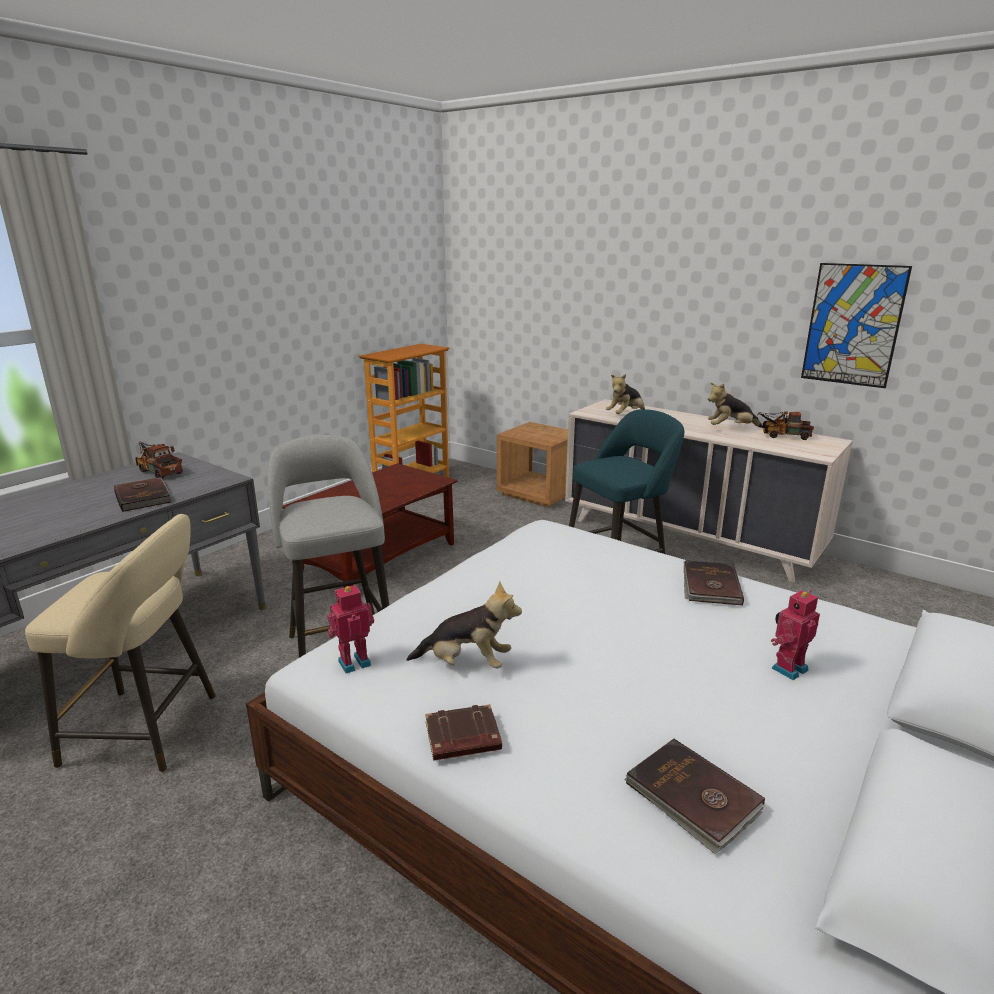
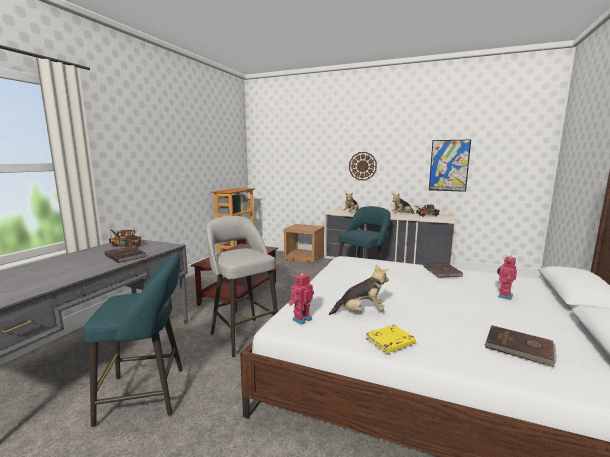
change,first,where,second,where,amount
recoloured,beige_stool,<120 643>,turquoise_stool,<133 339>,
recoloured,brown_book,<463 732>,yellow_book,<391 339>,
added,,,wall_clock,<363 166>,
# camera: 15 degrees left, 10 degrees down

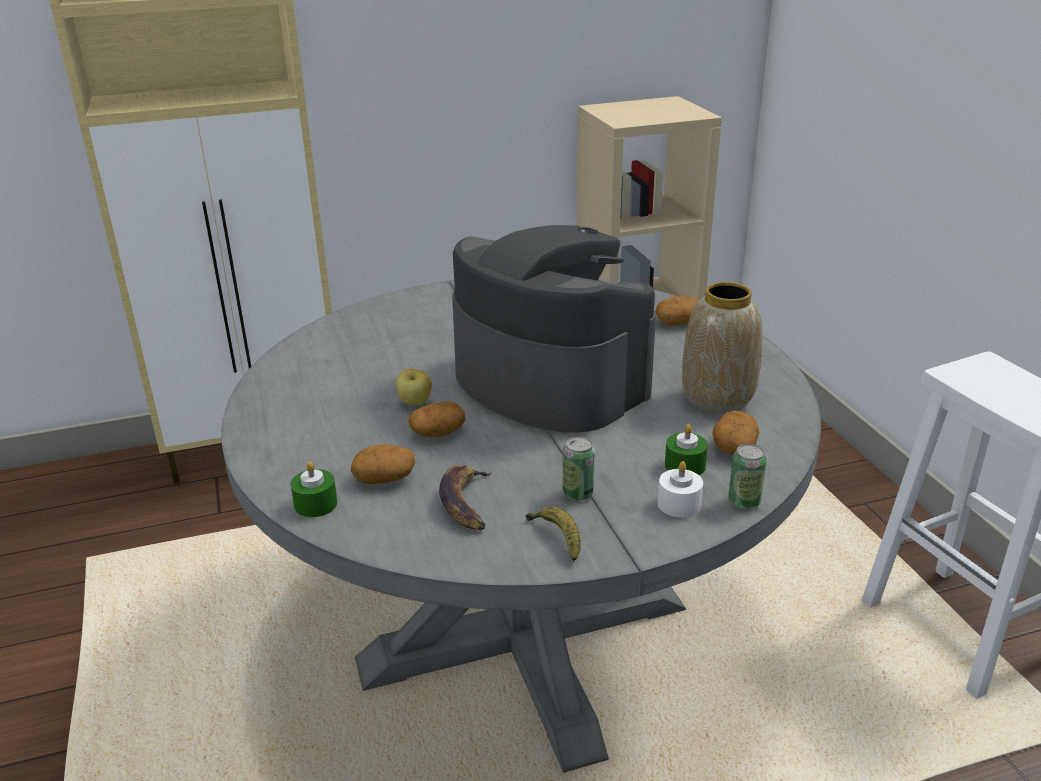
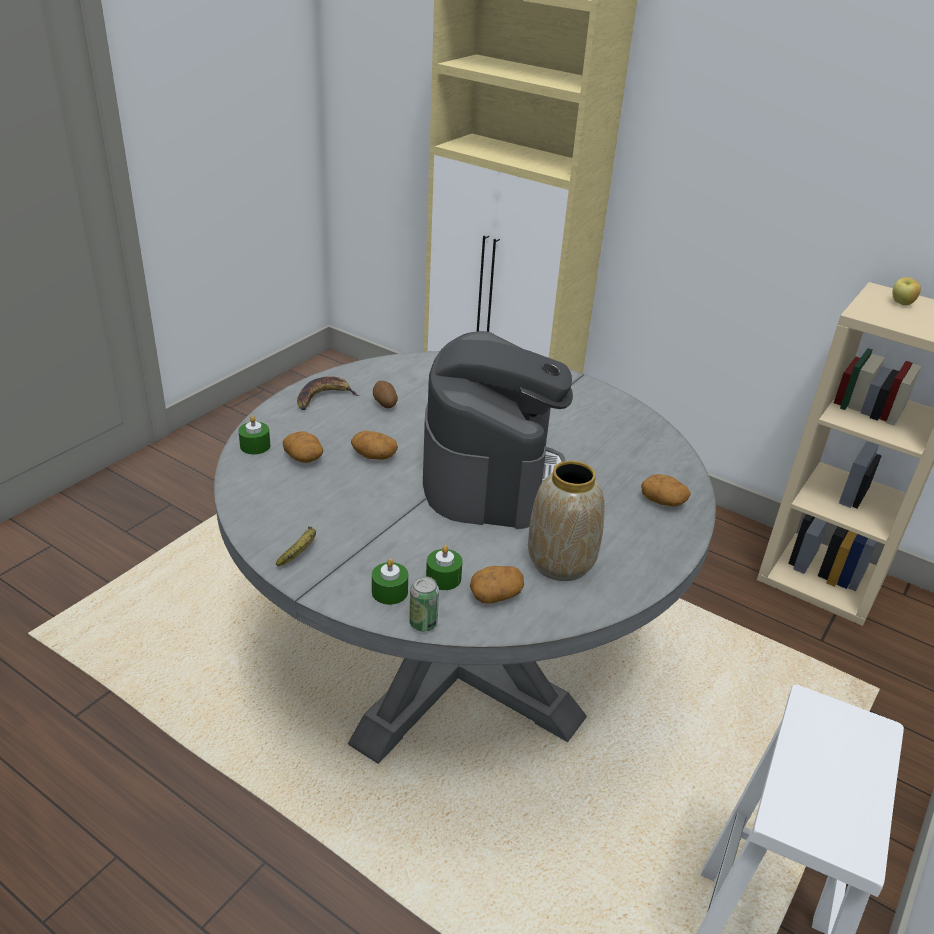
change,first,where,second,where,amount
moved,apple,<414 386>,,<906 291>,
moved,banana,<465 497>,,<328 393>,
removed,can,<578 468>,,,
recoloured,white_candle,<680 489>,green_candle,<390 582>,
added,,,potato,<385 394>,
# camera: 50 degrees right, 5 degrees up

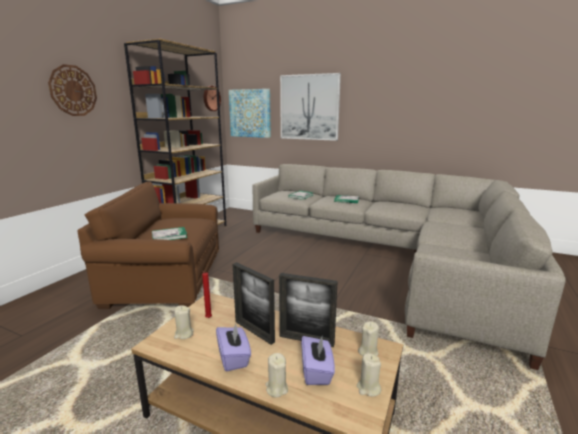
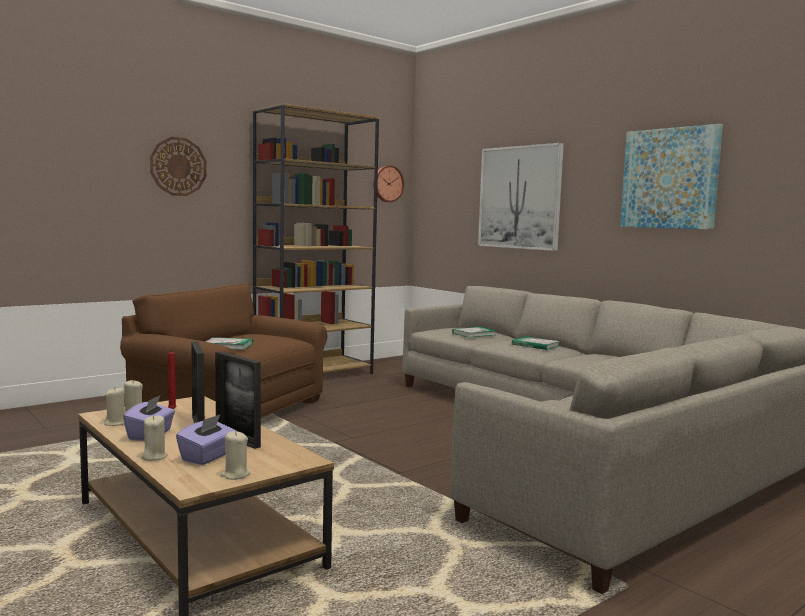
change,first,where,second,where,amount
moved,picture,<250 113>,,<671 177>,
moved,beige_candle,<368 338>,,<114 407>,
# camera: 25 degrees right, 10 degrees down

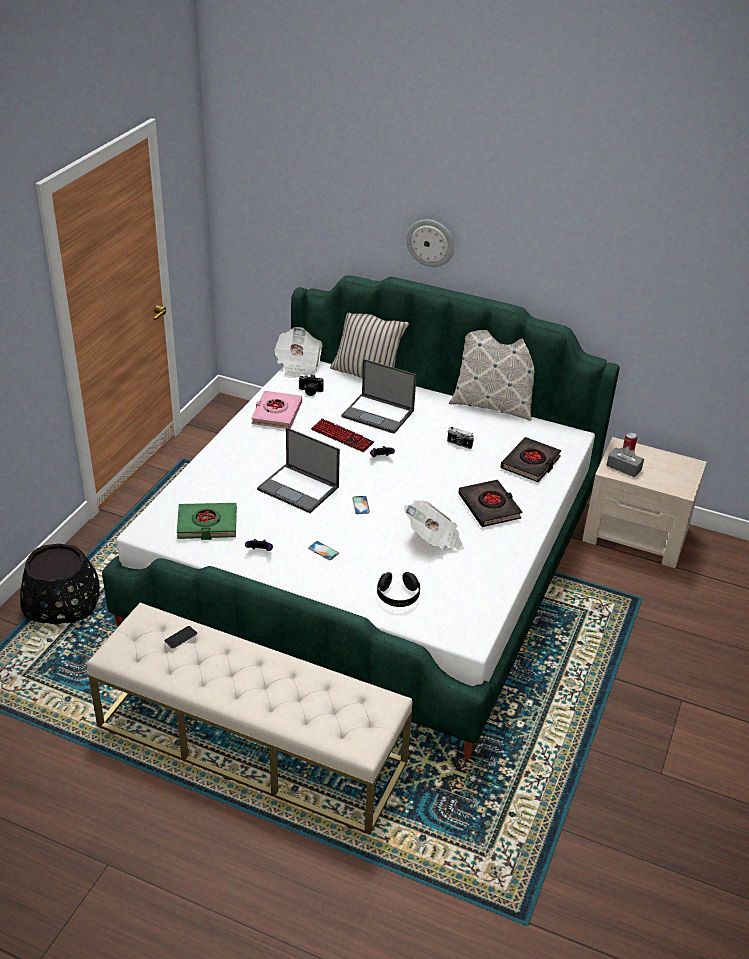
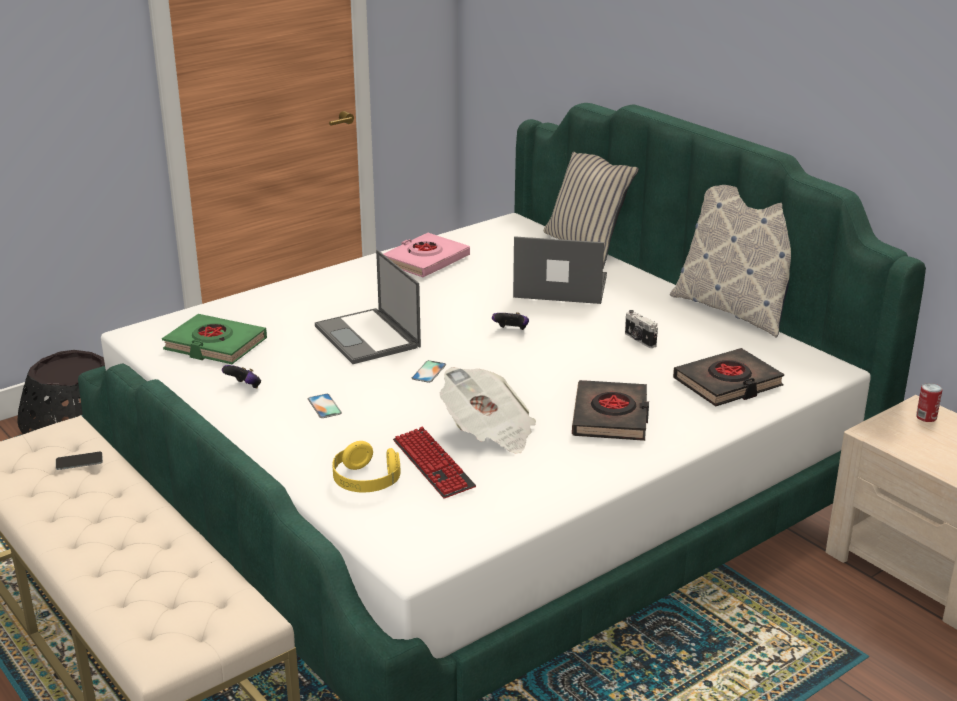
change,first,where,second,where,amount
removed,newspaper,<298 352>,,,
removed,photo_camera,<311 385>,,,
moved,keyboard,<342 435>,,<434 462>,
turned,laptop,<379 396>,,<560 270>,135 degrees clockwise
recoloured,black_headphones,<398 589>,yellow_headphones,<366 466>,
removed,wall_clock,<430 243>,,,
removed,grey_tissue_box,<625 461>,,,
# camera: 30 degrees right, 10 degrees down

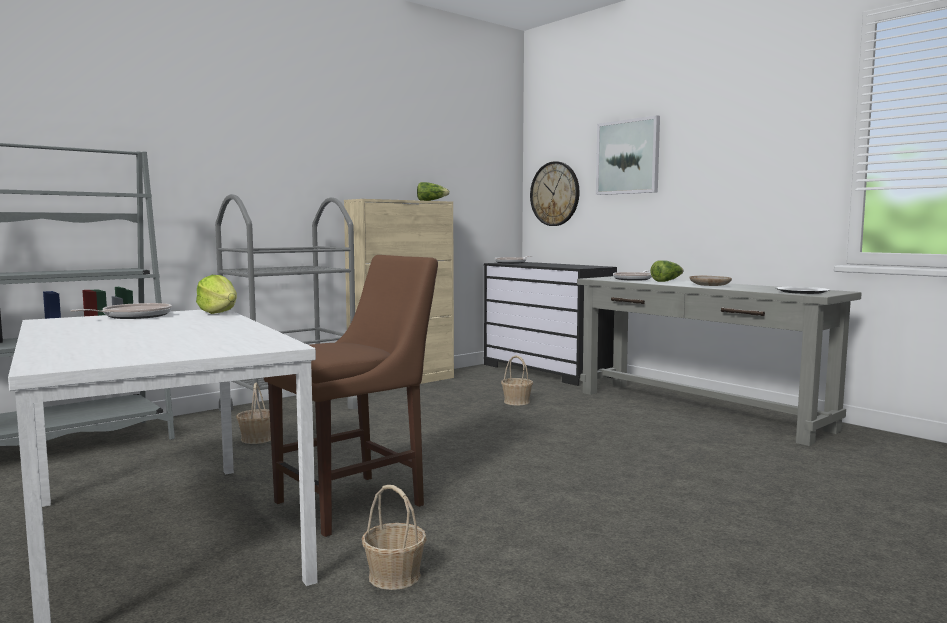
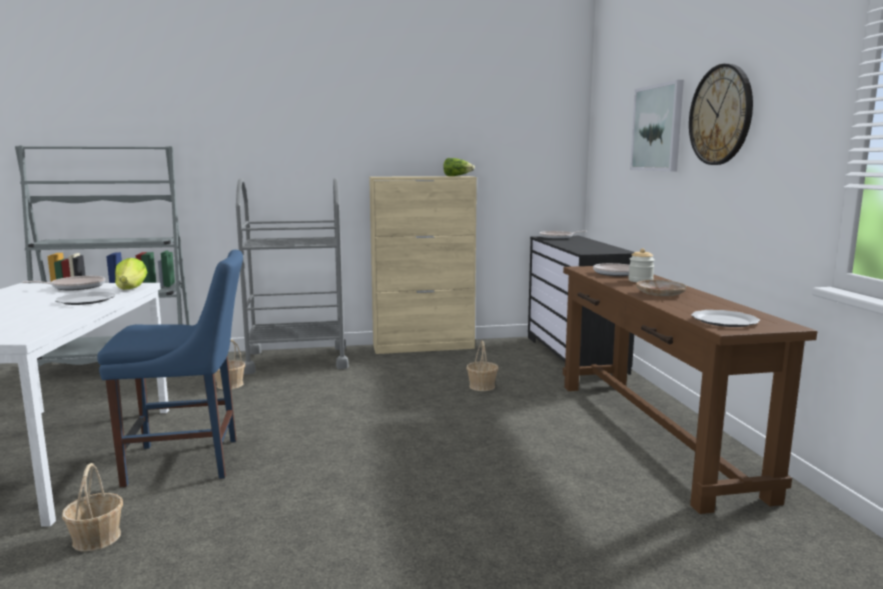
change,first,where,second,where,amount
recoloured,brown_chair,<351 396>,blue_chair,<170 368>,
moved,wall_clock,<554 193>,,<721 114>,
recoloured,grey_console_table,<719 361>,brown_console_table,<690 390>,
replaced,lettuce,<667 271>,jar,<641 265>,
added,,,plate,<85 298>,
# camera: 30 degrees right, 5 degrees up

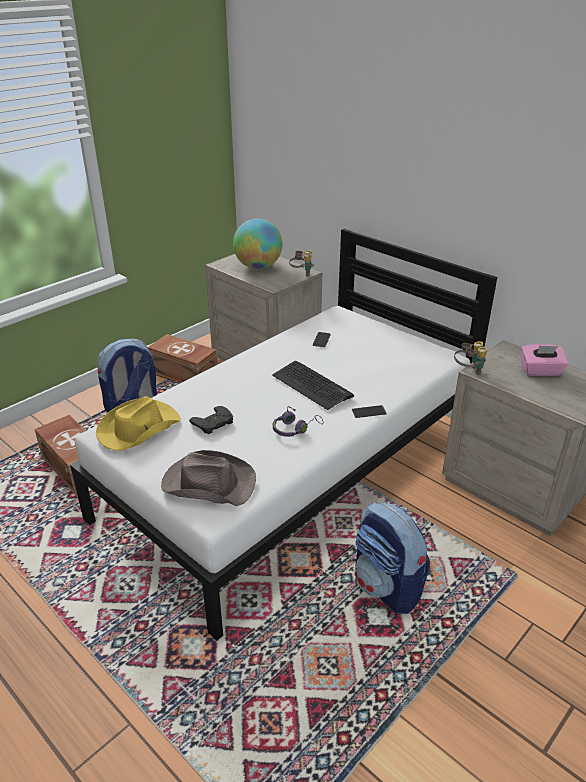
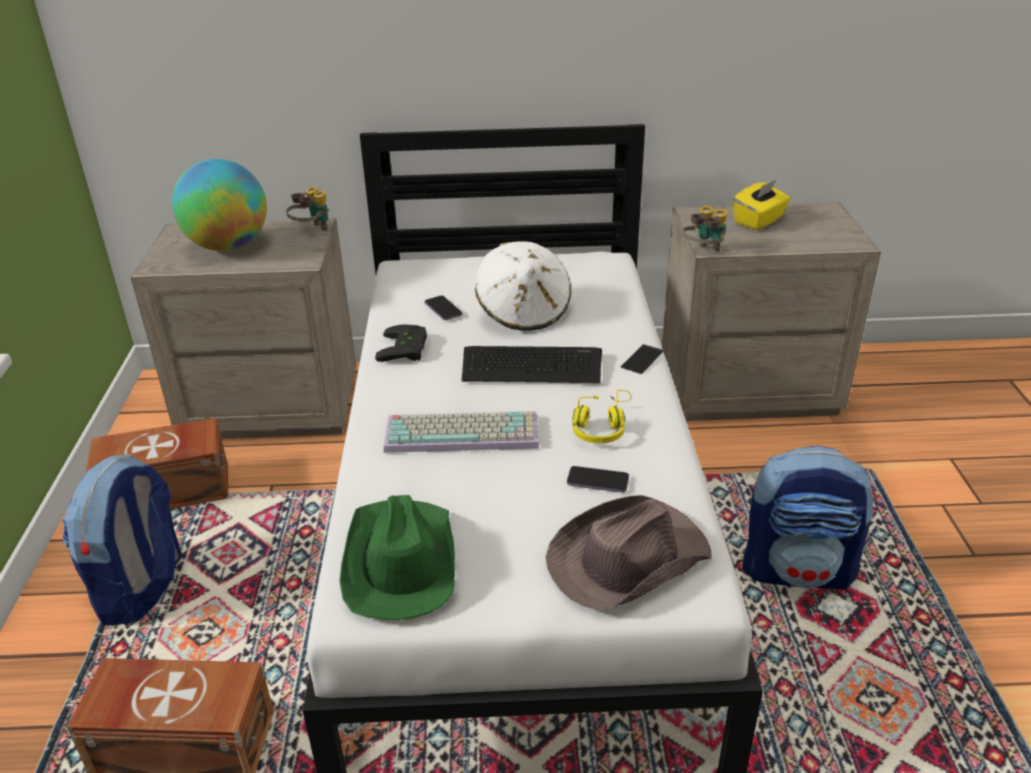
change,first,where,second,where,amount
recoloured,yellow_hat,<138 423>,green_hat,<397 557>,
moved,black_game_controller,<211 420>,,<401 343>,
recoloured,purple_headphones,<298 421>,yellow_headphones,<602 416>,
recoloured,pink_tissue_box,<544 360>,yellow_tissue_box,<761 205>,
added,,,keyboard,<461 432>,
added,,,white_hat,<523 286>,
added,,,phone,<598 479>,
# camera: 45 degrees left, 0 degrees up

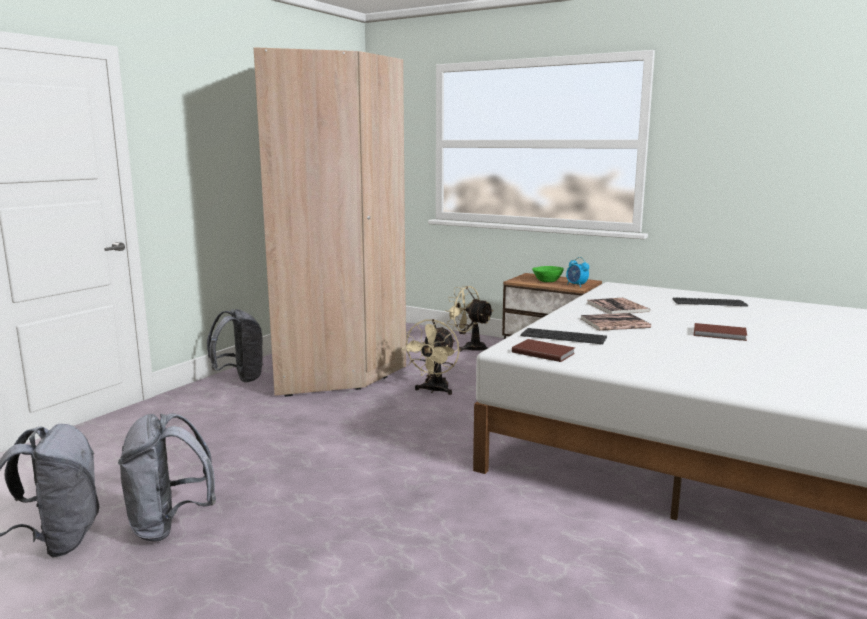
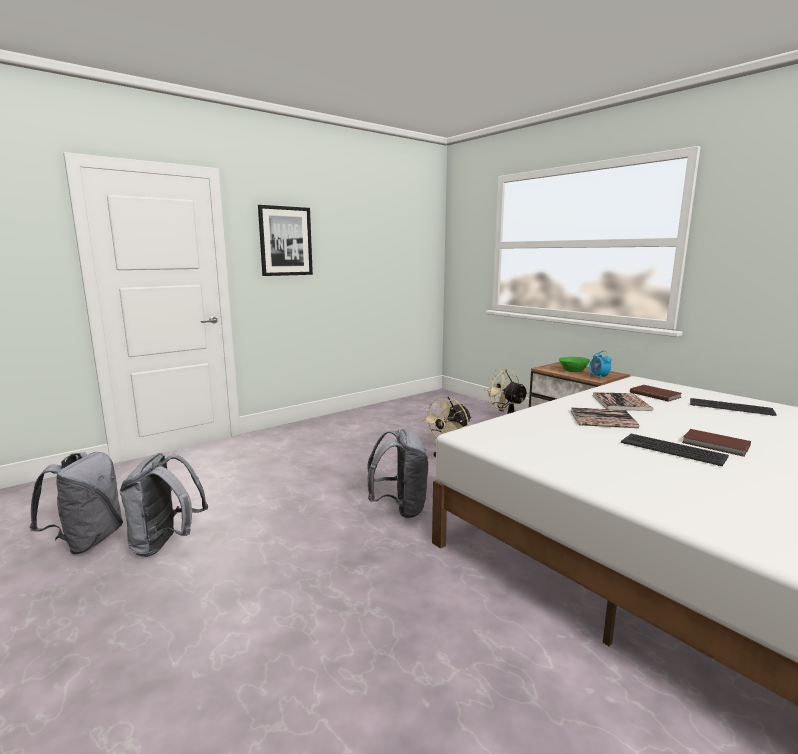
change,first,where,second,where,amount
moved,grey_backpack,<235 346>,,<398 473>,
removed,beige_wardrobe,<330 222>,,,
moved,brown_book,<543 350>,,<656 393>,
moved,keyboard,<563 336>,,<675 450>,
added,,,picture,<285 240>,
# camera: 20 degrees right, 0 degrees up

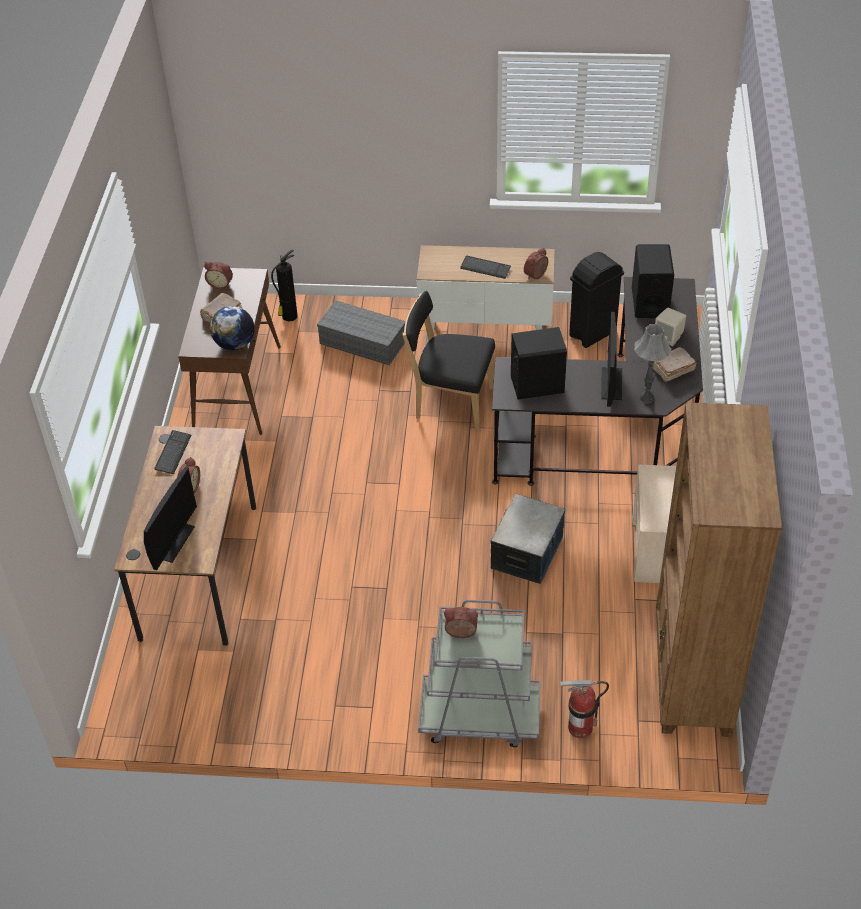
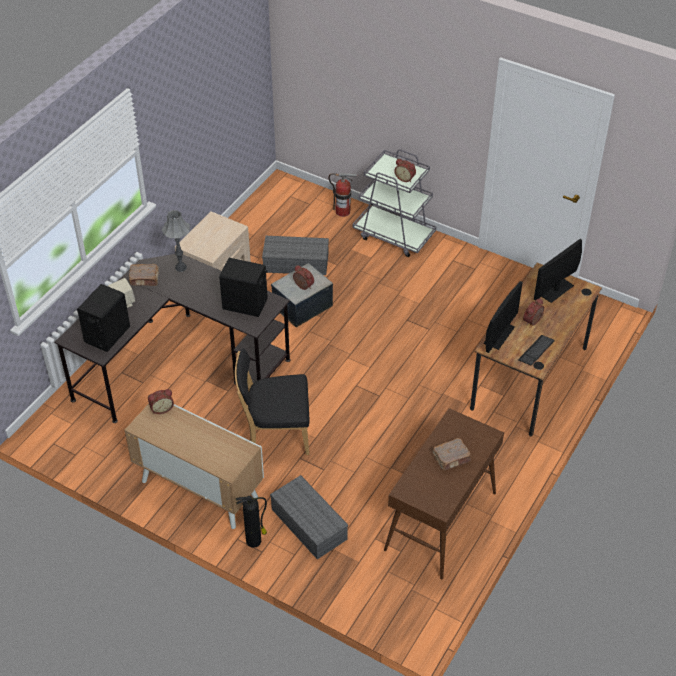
change,first,where,second,where,amount
moved,alarm_clock,<218 275>,,<303 277>,
removed,globe,<232 328>,,,
moved,fire_extinguisher,<284 286>,,<251 522>,
turned,black_chair,<448 360>,,<272 401>,135 degrees clockwise
removed,keyboard,<485 267>,,,
removed,black_trash_can,<596 300>,,,
moved,monitor,<611 359>,,<503 317>,
removed,brown_bookcase,<719 569>,,,
added,,,grey_storage_box,<295 255>,
# camera: 155 degrees left, 0 degrees up

